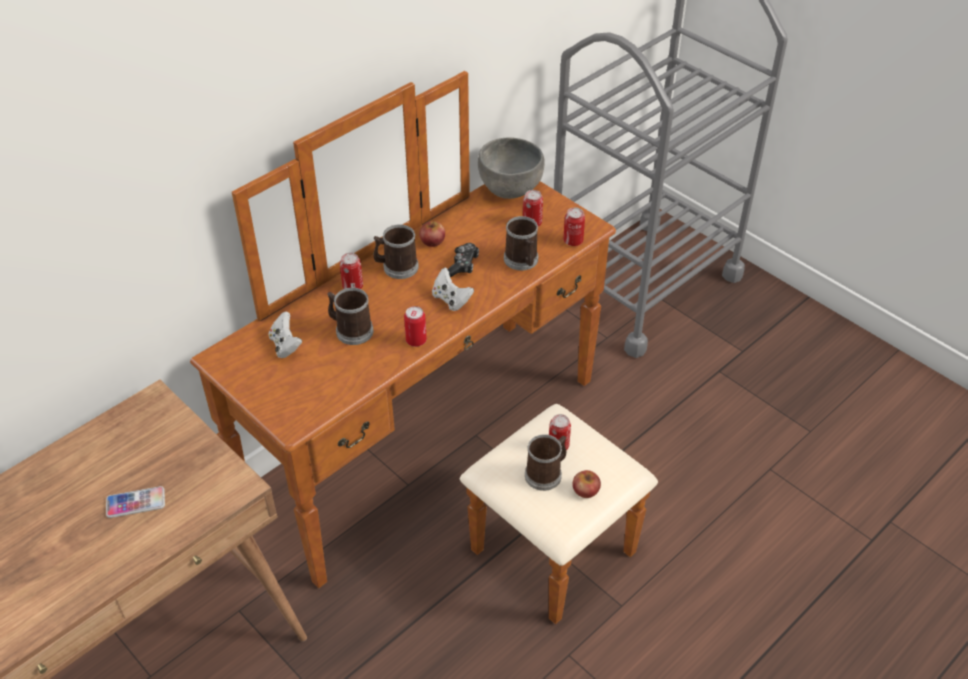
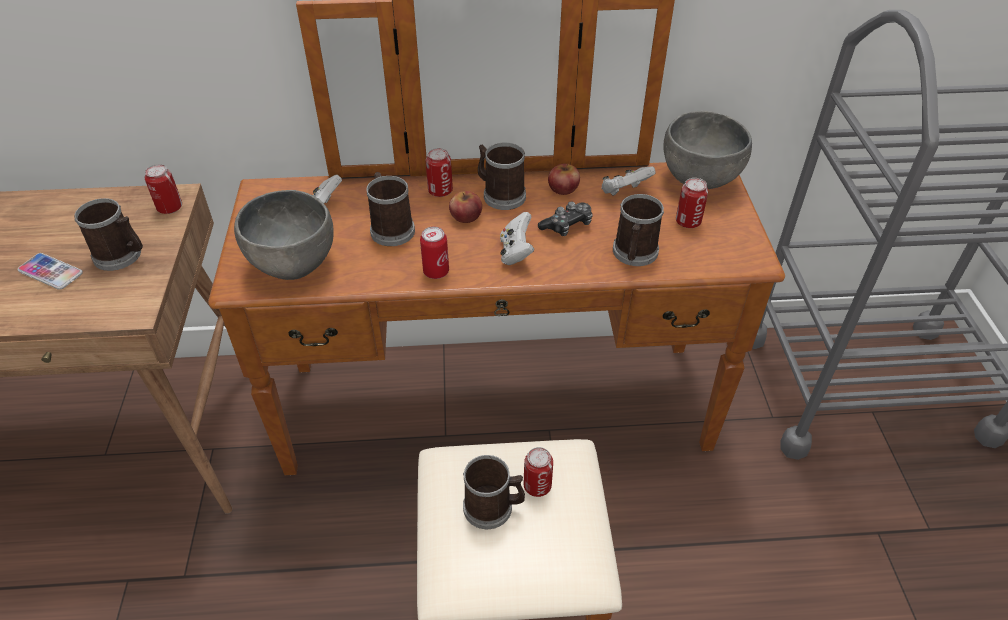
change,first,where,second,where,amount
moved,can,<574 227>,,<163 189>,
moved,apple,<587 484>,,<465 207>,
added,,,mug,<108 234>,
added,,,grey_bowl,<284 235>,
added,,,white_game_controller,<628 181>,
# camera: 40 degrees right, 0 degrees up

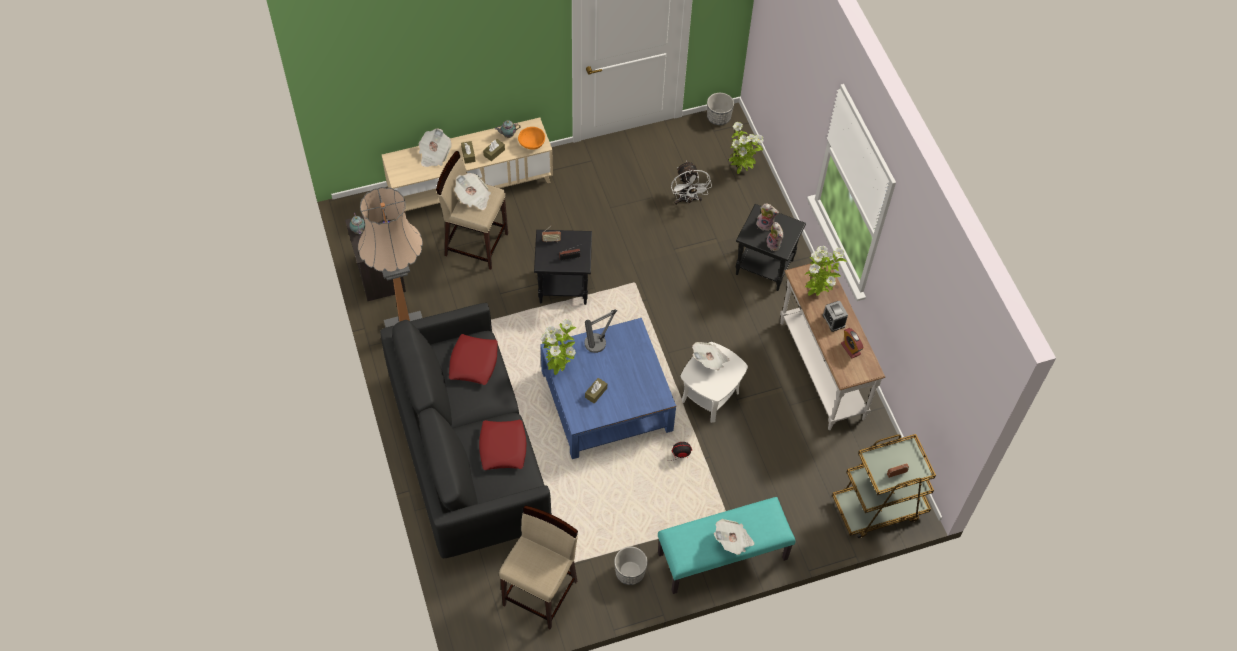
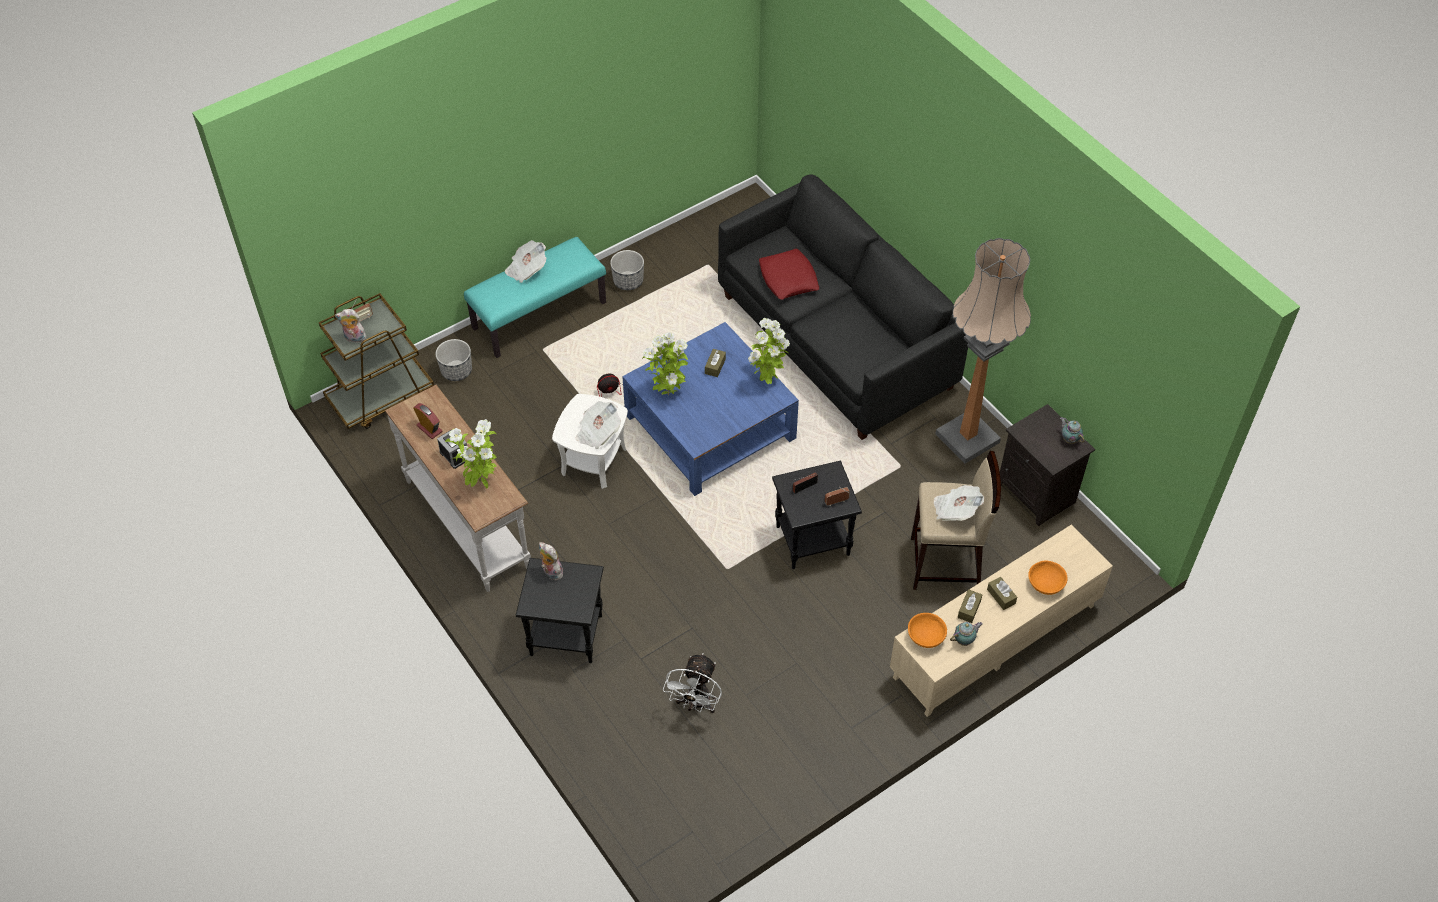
change,first,where,second,where,amount
replaced,newspaper,<435 148>,orange_bowl,<1048 578>,
removed,red_pillow,<473 359>,,,
removed,beige_stool,<538 567>,,,
removed,table_lamp,<600 331>,,,
turned,white_fan,<691 183>,,<692 683>,135 degrees counterclockwise
moved,planter,<720 109>,,<453 360>,
moved,potted_plant,<746 148>,,<665 363>,
moved,plush_toy,<767 217>,,<350 326>,
# camera: 165 degrees right, 5 degrees down

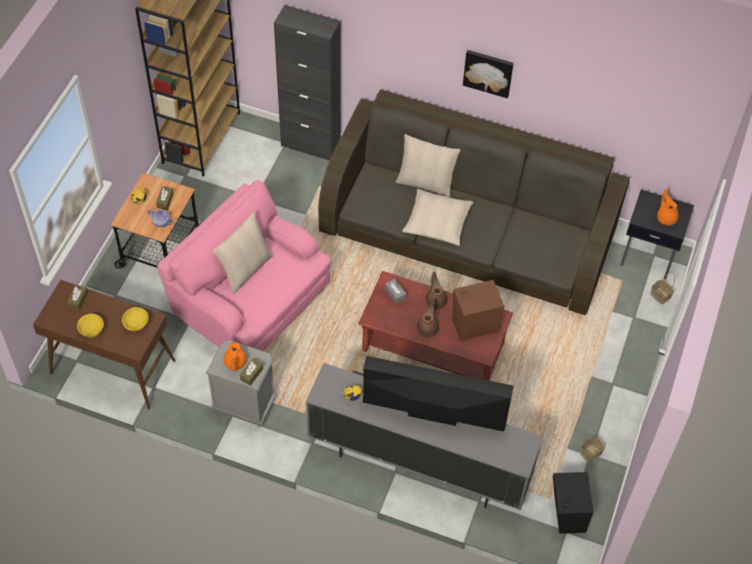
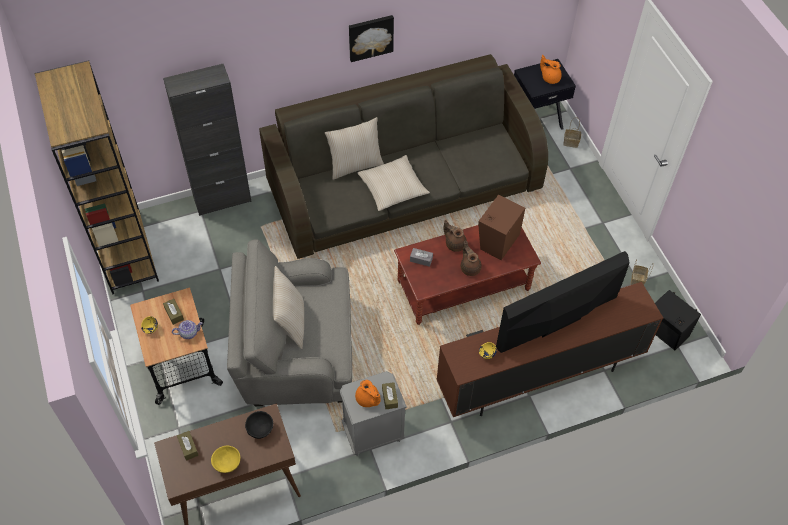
change,first,where,second,where,amount
recoloured,yellow_bowl,<135 319>,black_bowl,<259 425>,
recoloured,pink_armchair,<244 265>,grey_armchair,<289 322>,
recoloured,grey_tv_stand,<424 436>,brown_tv_stand,<549 349>,
# camera: 40 degrees left, 0 degrees up

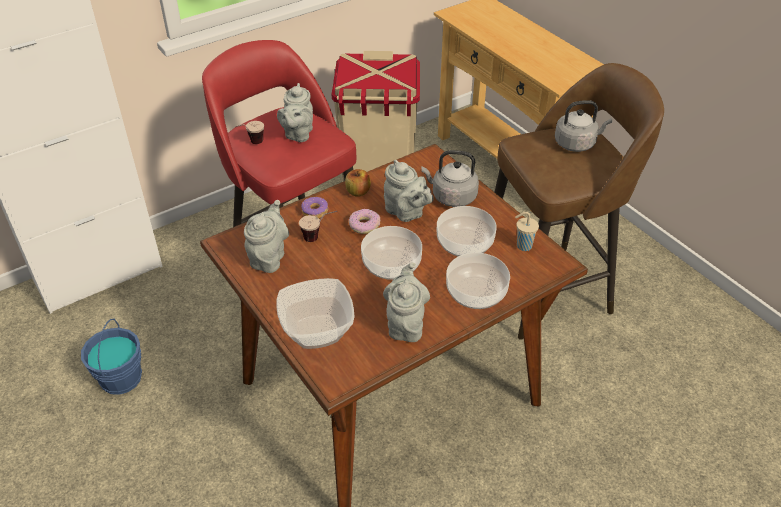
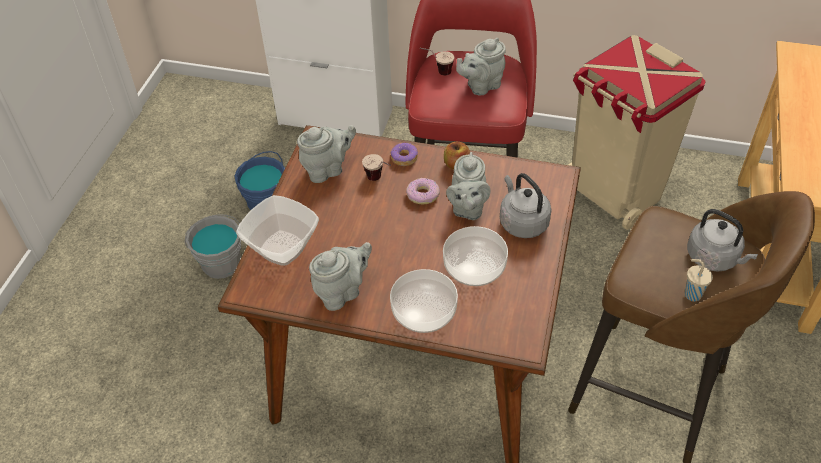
change,first,where,second,where,amount
removed,bowl,<391 253>,,,
moved,beige_cup,<527 231>,,<698 280>,
added,,,grey_bucket,<213 246>,
# camera: 50 degrees right, 5 degrees up

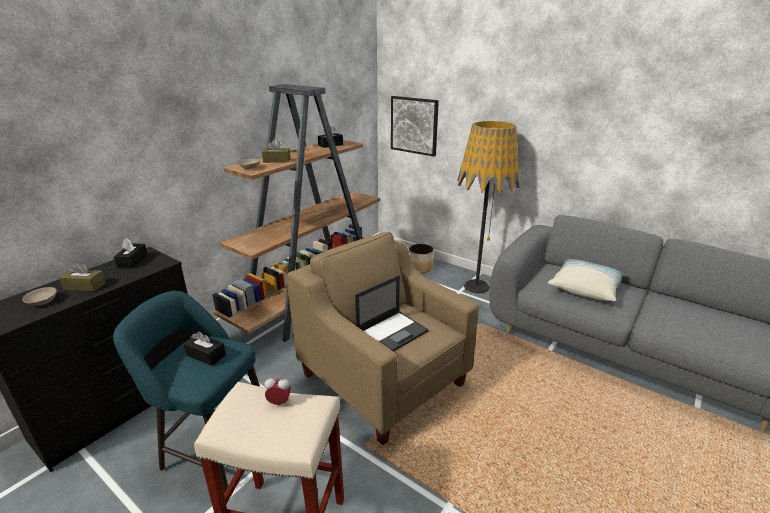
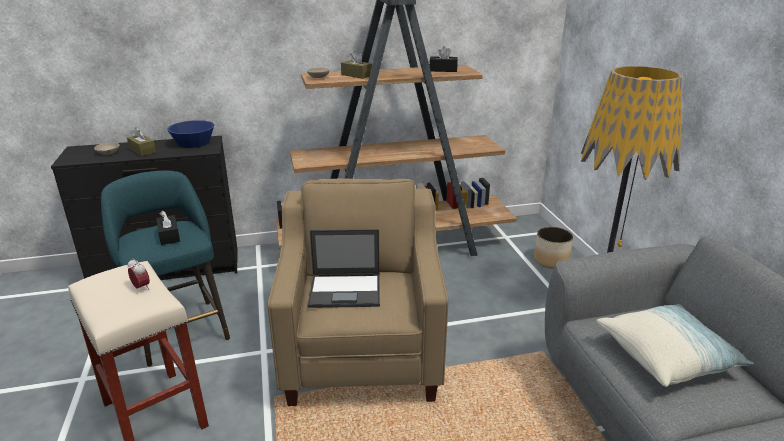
change,first,where,second,where,amount
replaced,black_tissue_box,<131 253>,blue_bowl,<191 134>,
removed,picture,<415 126>,,,
# camera: 40 degrees right, 0 degrees up

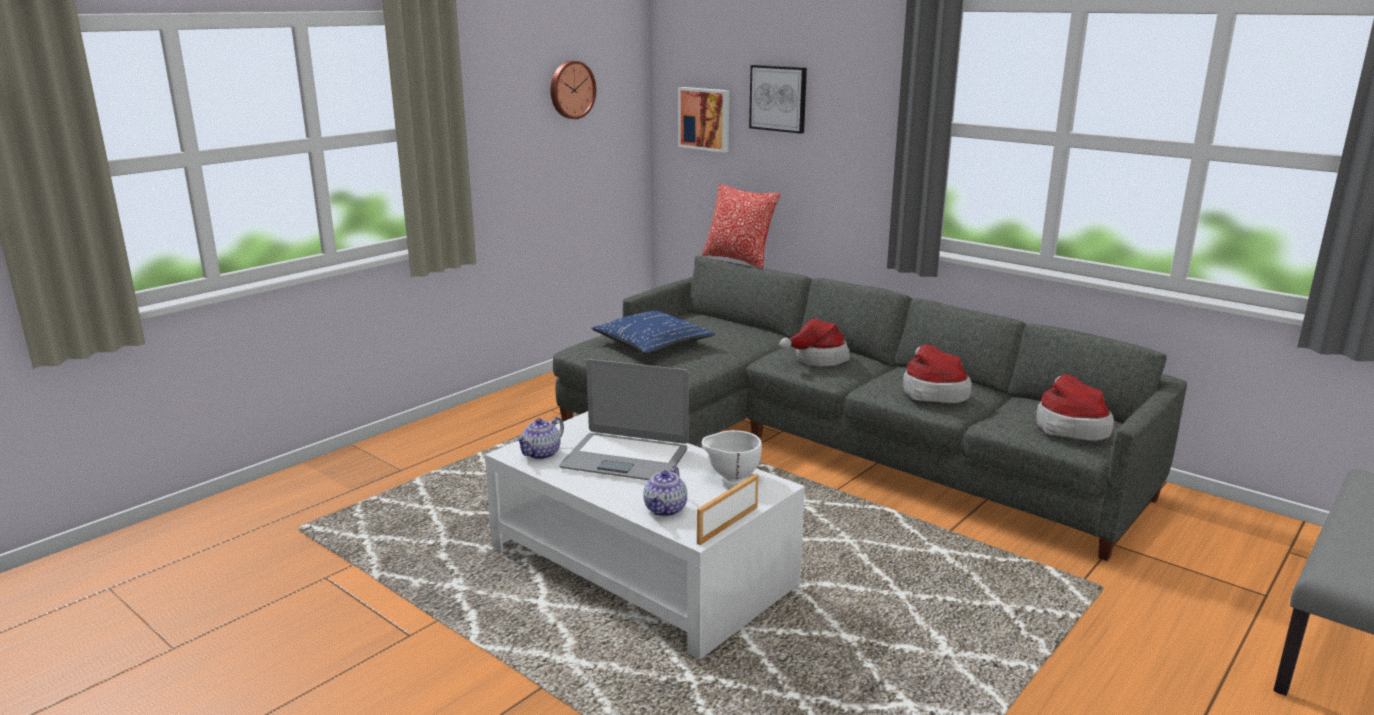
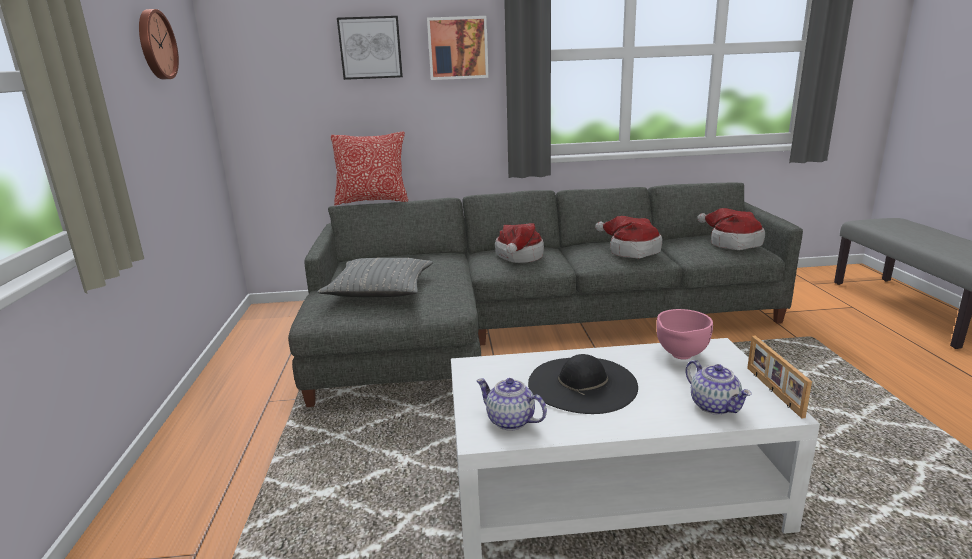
change,first,where,second,where,amount
turned,teapot,<540 438>,,<511 404>,135 degrees clockwise
replaced,laptop,<624 419>,black_hat,<583 384>,
recoloured,blue_pillow,<653 332>,grey_pillow,<375 277>,
moved,picture,<703 120>,,<458 48>,
recoloured,white_bowl,<732 456>,pink_bowl,<684 334>,
# camera: 45 degrees left, 0 degrees up

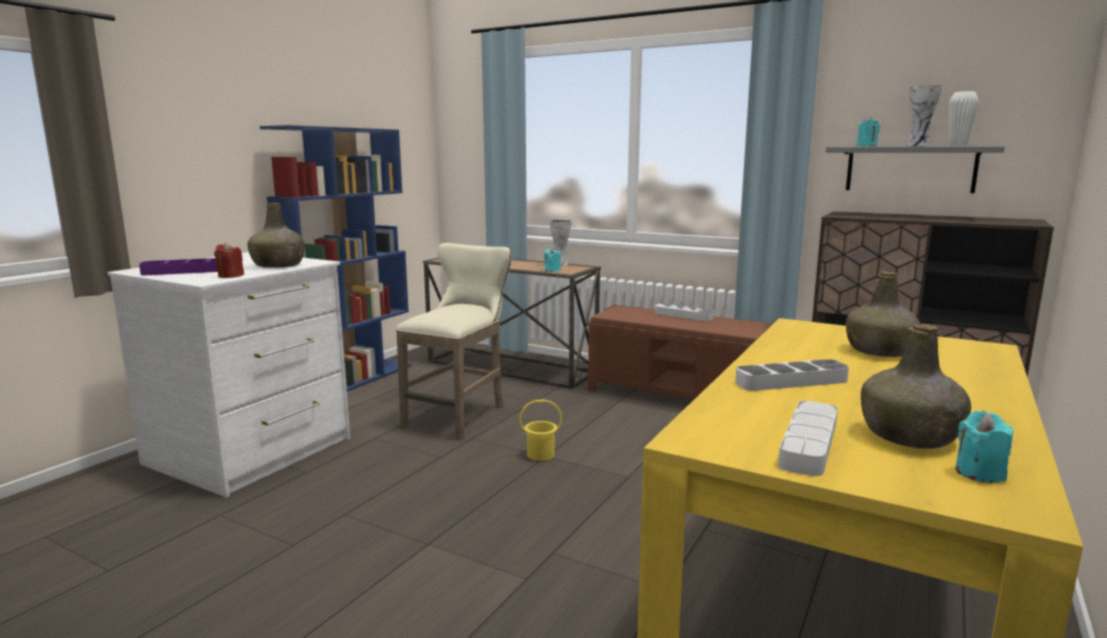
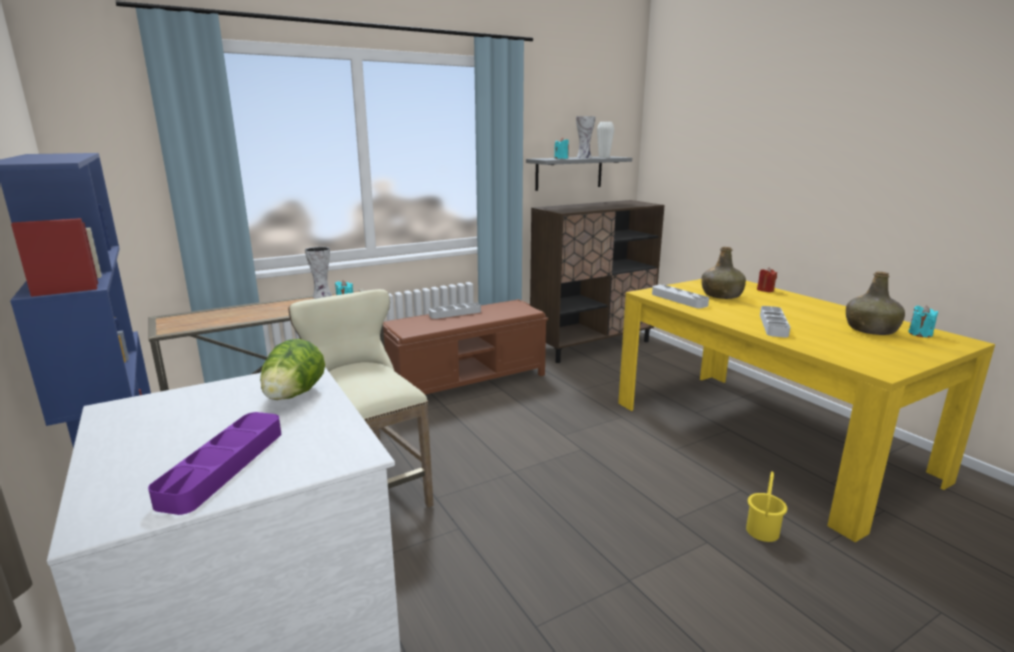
change,first,where,second,where,amount
moved,red_candle,<229 260>,,<767 279>,
replaced,green_bottle,<276 235>,lettuce,<292 369>,
moved,yellow_bucket,<540 430>,,<766 506>,
moved,grey_tray,<808 438>,,<680 296>,
# camera: 60 degrees left, 5 degrees up

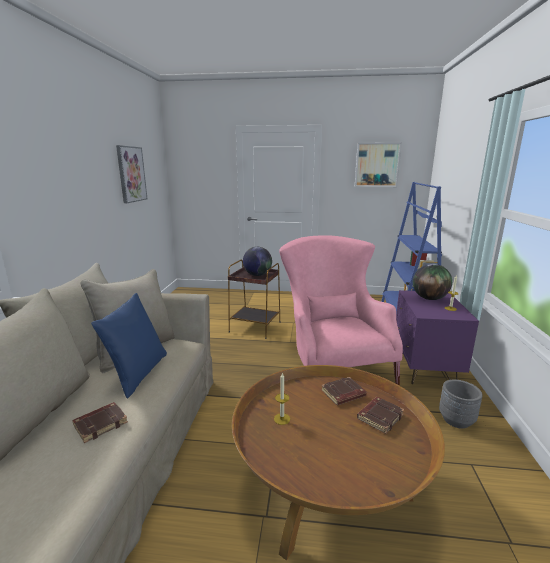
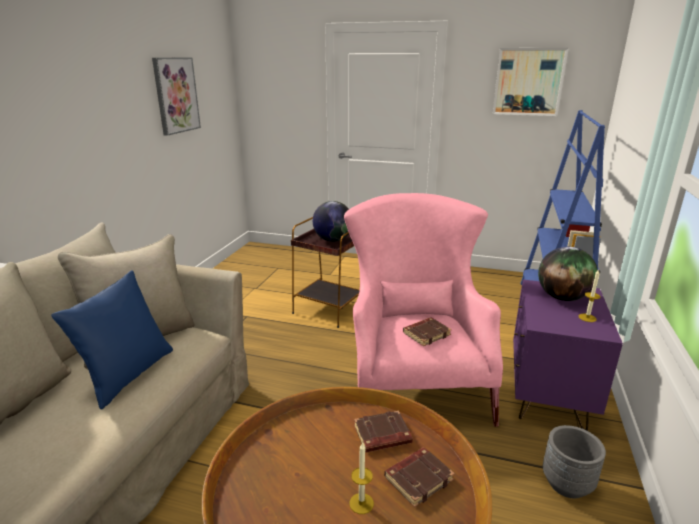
change,first,where,second,where,amount
moved,brown_book,<100 422>,,<427 331>,
moved,candle,<282 399>,,<362 478>,
# camera: 10 degrees right, 5 degrees up

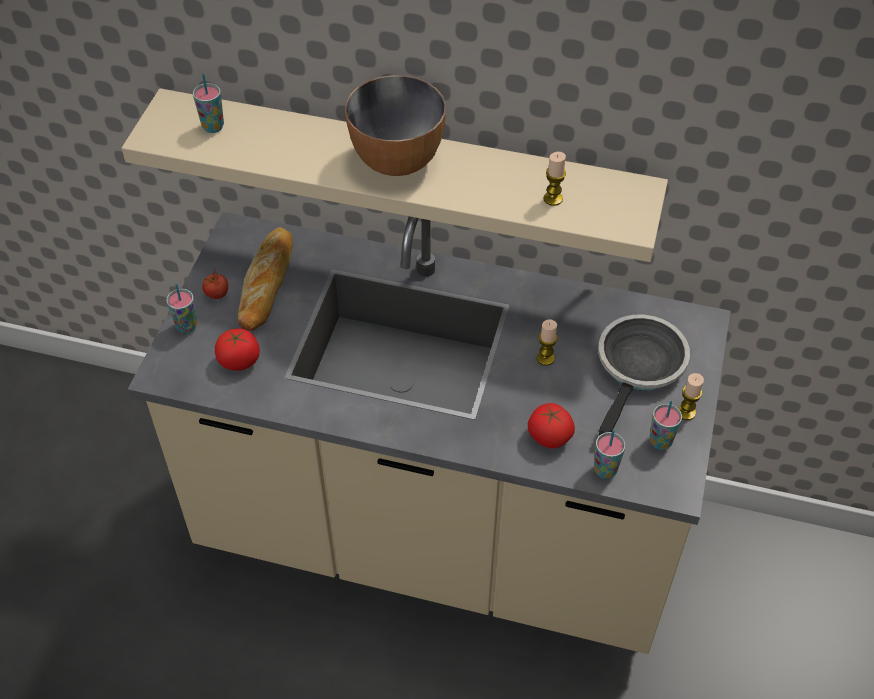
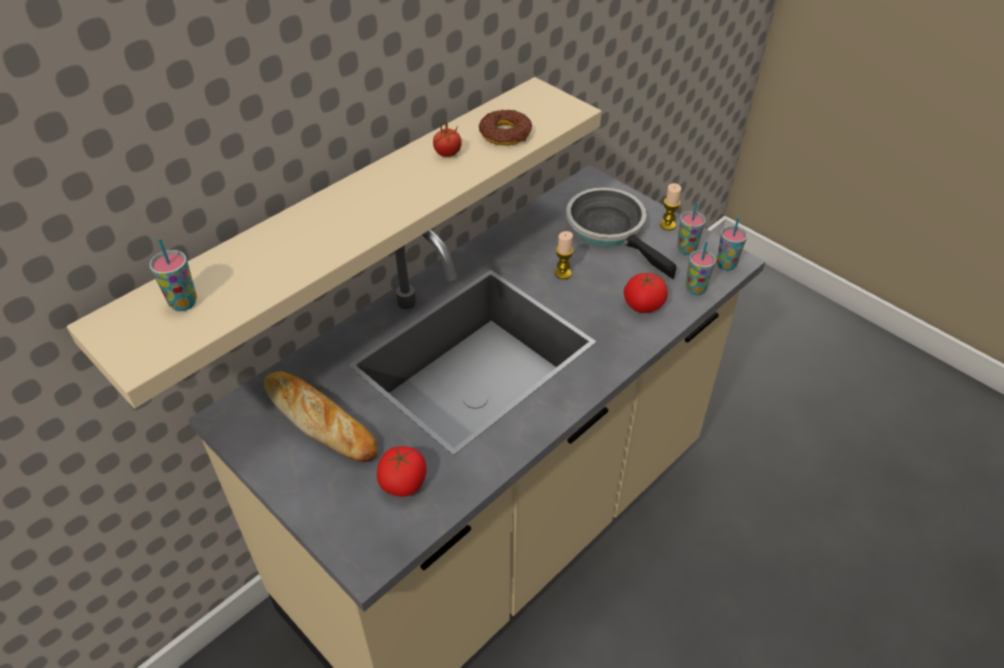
change,first,where,second,where,amount
moved,cup,<181 308>,,<732 244>,
moved,tomato,<215 283>,,<447 139>,
removed,bowl,<395 125>,,,
replaced,candle,<555 179>,donut,<505 128>,
# camera: 60 degrees left, 5 degrees down

